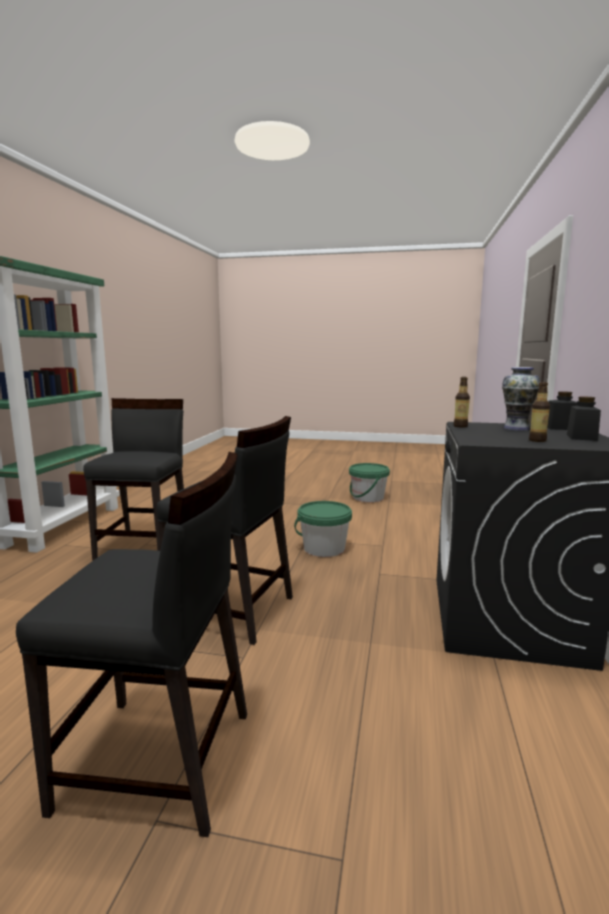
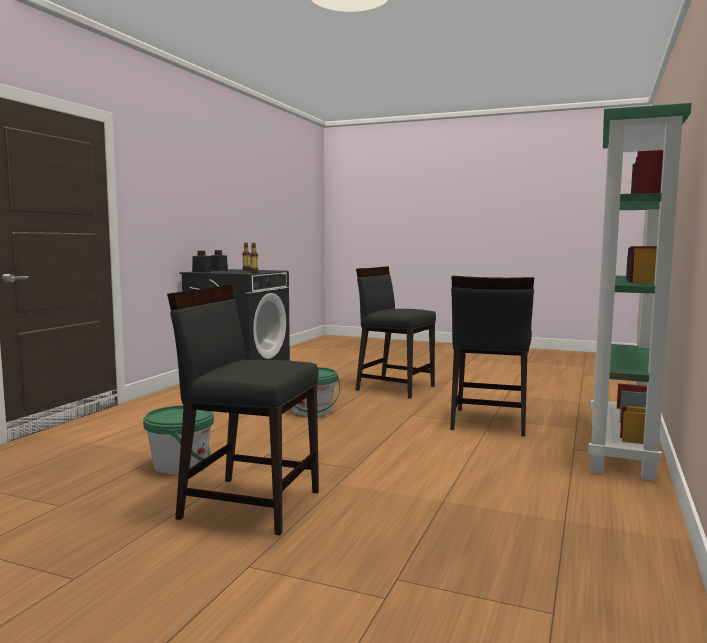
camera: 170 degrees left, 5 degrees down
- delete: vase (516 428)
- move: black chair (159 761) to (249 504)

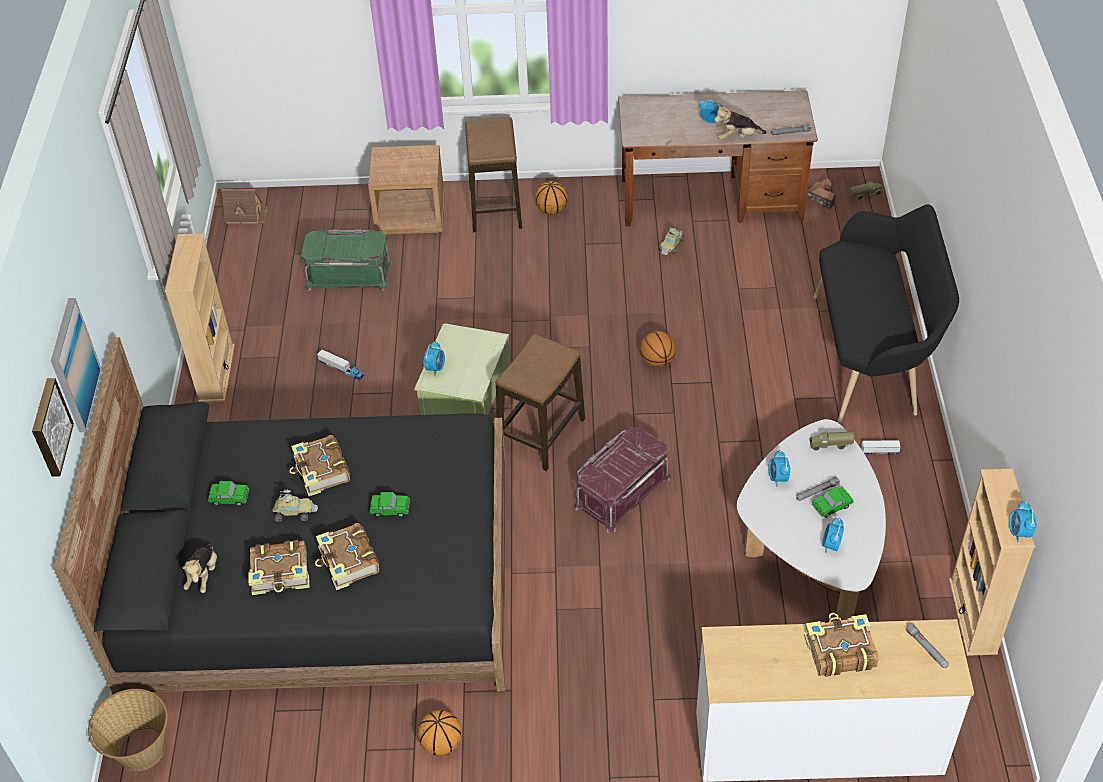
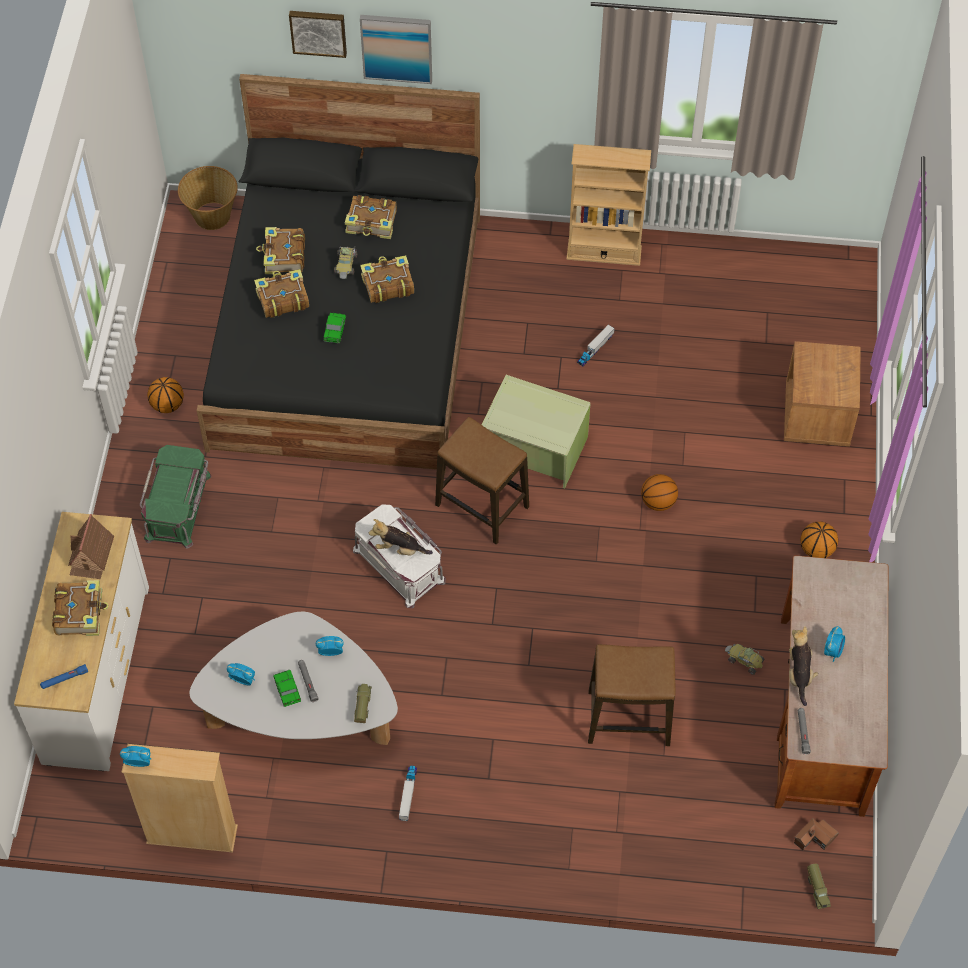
camera: 95 degrees right, 10 degrees up
- delete: alarm clock (435 368)
- delete: black bench (872 356)
- move: plush toy (203 575) to (399 549)
- move: toy house (246 215) to (91 556)
- move: green storage box (349 273) to (179 507)
- move: stool (495 208) to (628 718)
- move: basketball (657 361) to (658 502)
- replace: toy car (229 498) to book (372 223)
- recolor: red storage box (621 491) to white storage box (400 564)
- recolor: grey flashlight (926 649) to blue flashlight (64 679)

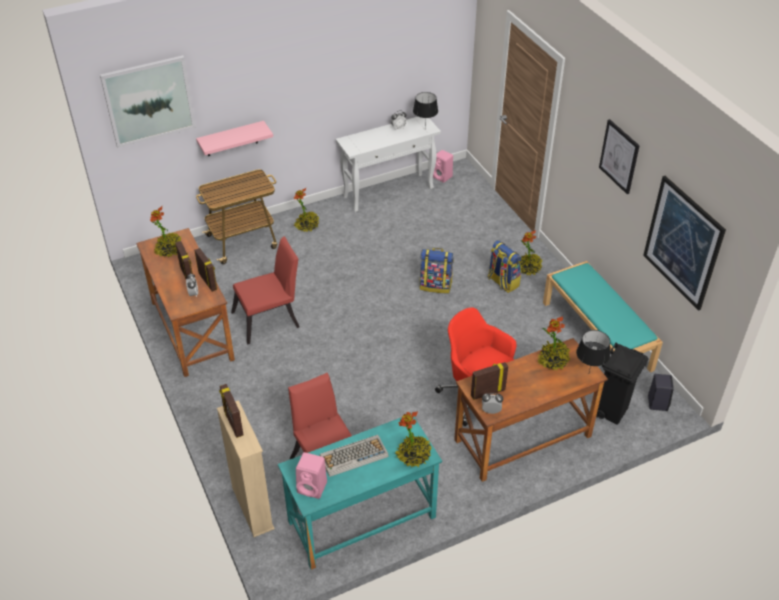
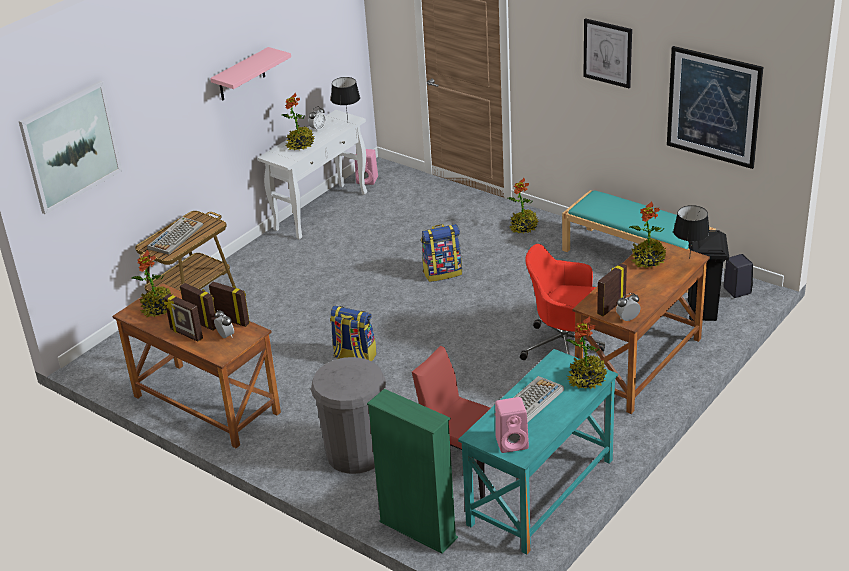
camera: 25 degrees left, 10 degrees down
- delete: red chair (270 319)
- insert: keyboard (175 236)
- insert: grey trash can (356 453)
- move: pink shelf (231 139) to (241 75)
- move: picture frame (233 423) to (186 334)
- move: potted plant (307 226) to (300 145)
- move: backpack (502 282) to (354 357)
- recolor: beige bookcase (252 508) to green bookcase (418 530)

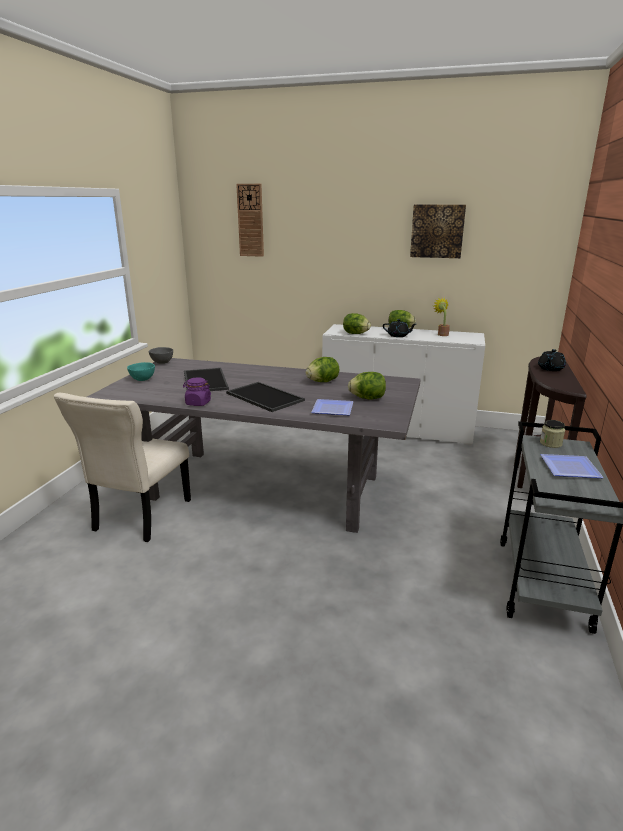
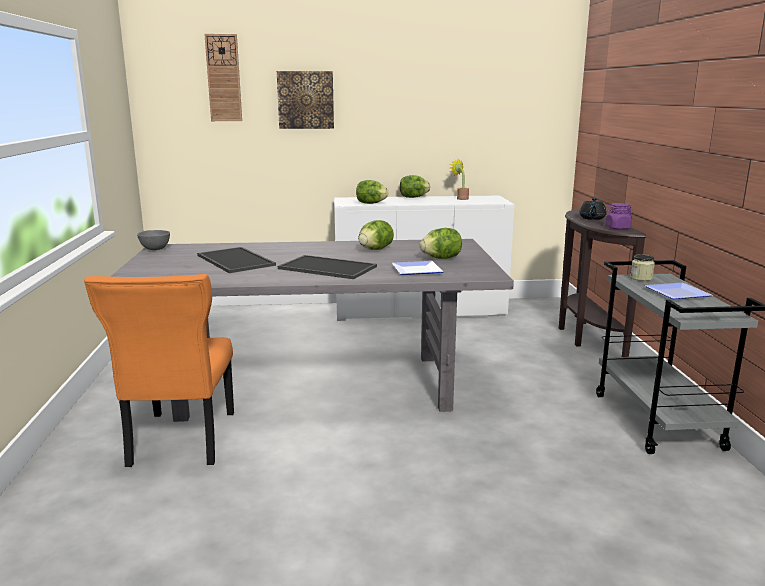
camera: 20 degrees left, 5 degrees down
- delete: turquoise bowl (143 380)
- delete: black teapot (398 335)
- move: purple jar (198 403) to (617 228)
- move: picture (437 231) to (305 100)
- recolor: beige chair (140 517) to orange chair (180 441)

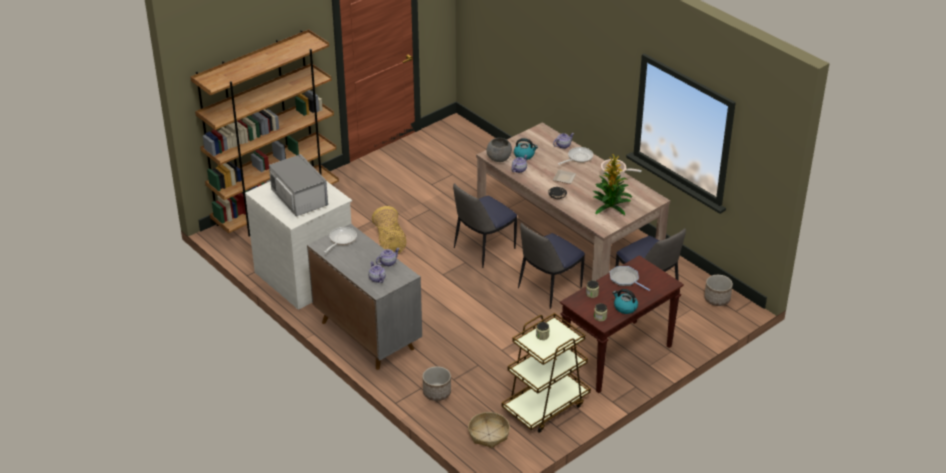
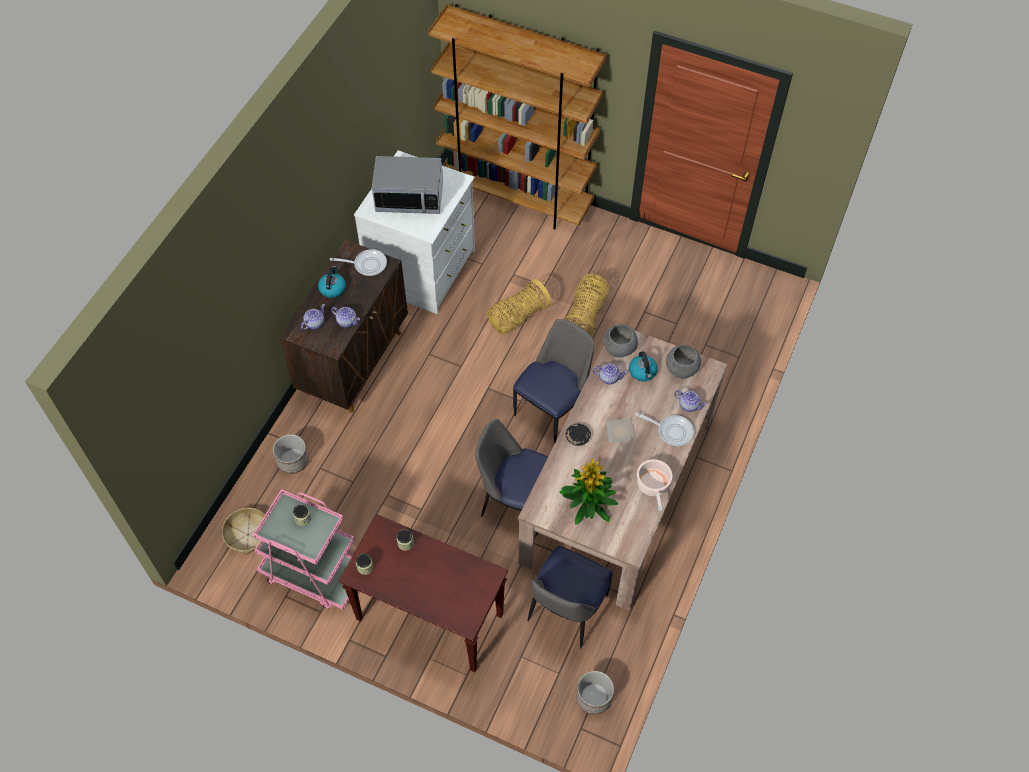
camera: 65 degrees right, 20 degrees up
- delete: frying pan (625 279)
- insert: basket (586 313)
- insert: grey bowl (681 369)
- move: kettle (625 307) to (332 288)
- recolor: grey cabinet (366 335) to brown cabinet (354 362)
- recolor: brown cart (545 406) to pink cart (314 573)
- rotate: microwave (299 199) = (409 198) 60 degrees clockwise
- rotate: chair (483 249) = (553 408) 105 degrees clockwise

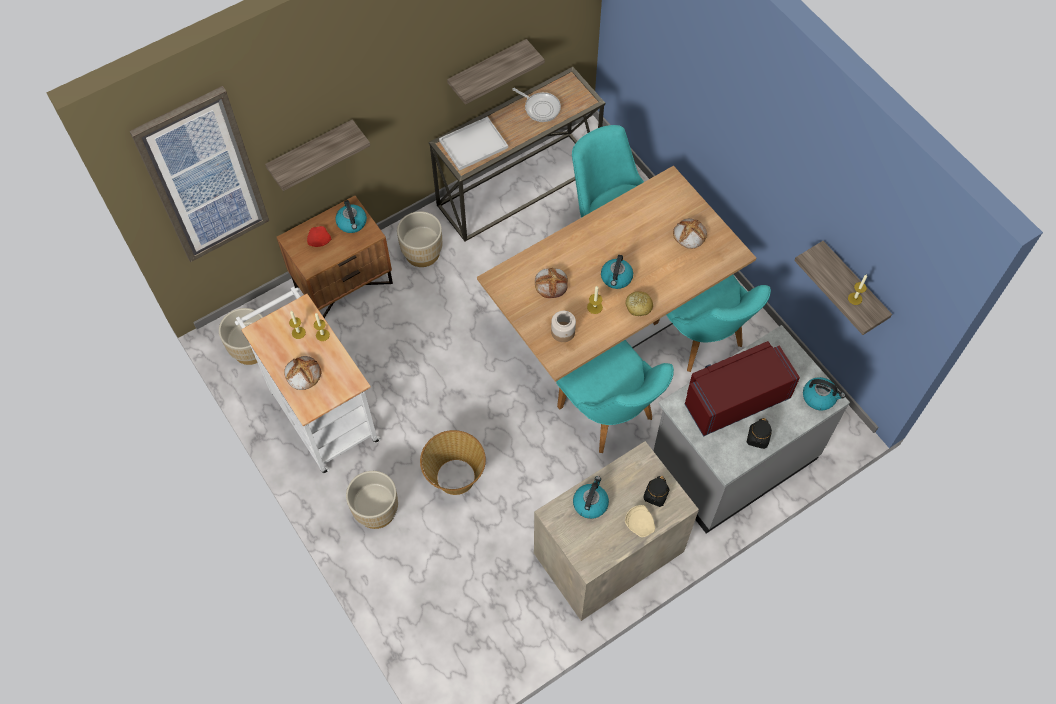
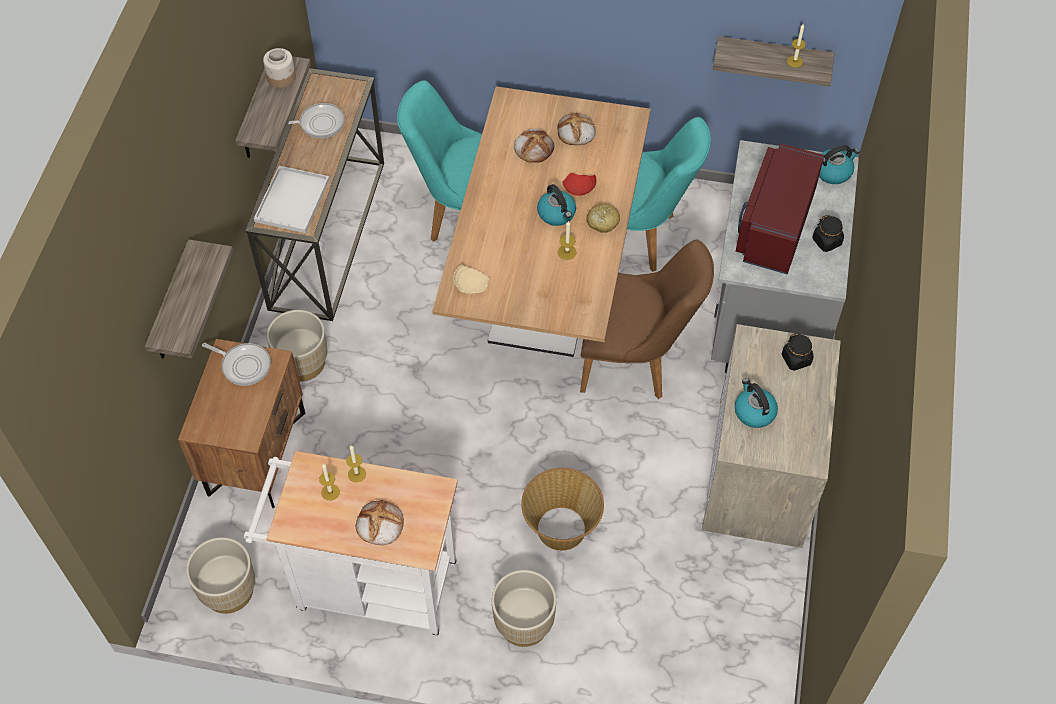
camera: 45 degrees left, 5 degrees down
- delete: picture (203 177)
- move: red plate (319 241) to (579 189)
- move: bread (551 284) to (533 147)
- move: jar (563 332) to (282 77)
- move: beige plate (640 523) to (470 284)
- replace: kettle (352 223) to frying pan (244 365)
- recolor: turquoise chair (612 418) to brown chair (636 361)

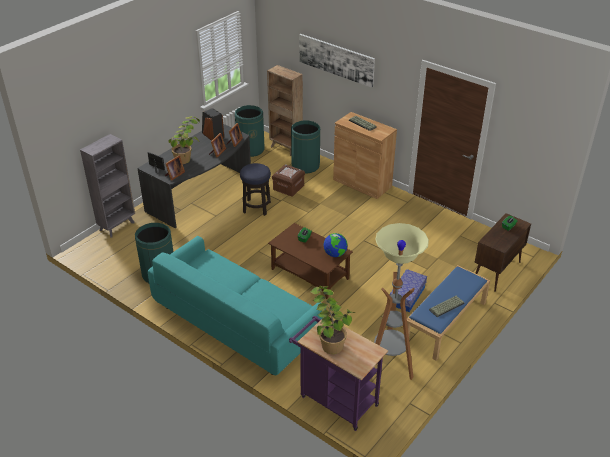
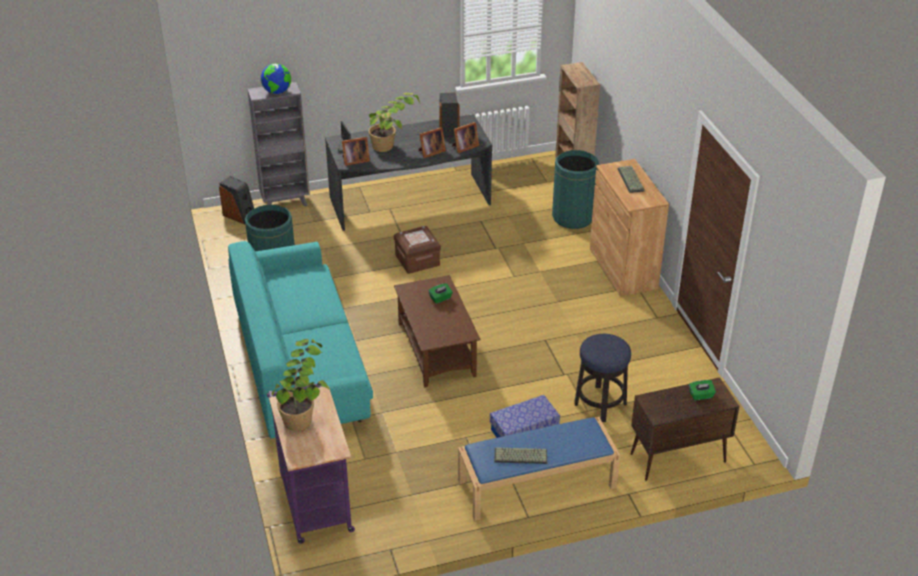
camera: 35 degrees right, 0 degrees up
- delete: green trash can (250 149)
- delete: picture (336 59)
- delete: floor lamp (388 368)
- insert: speaker (240 216)
- move: stool (256 207) to (600 404)
- move: brown storage box (288 187) to (417 260)
- move: globe (335 254) to (277 92)

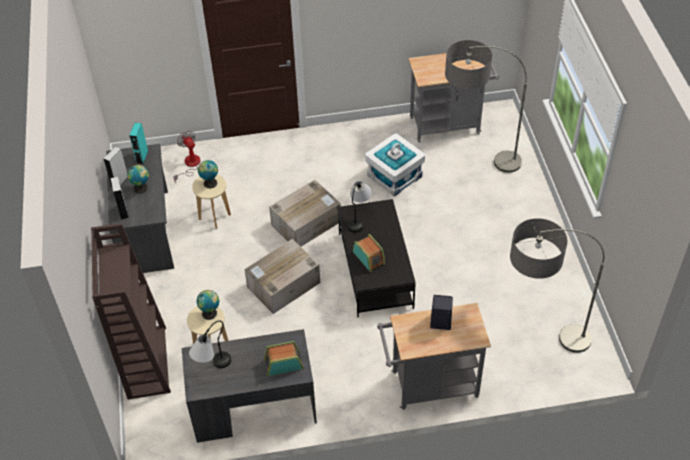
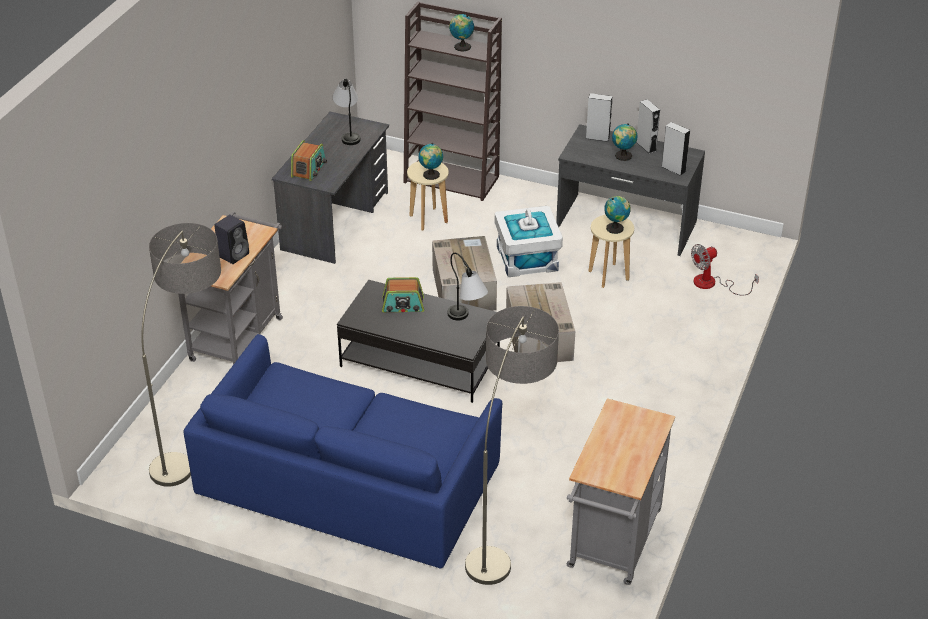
camera: 120 degrees right, 10 degrees down
- insert: blue sofa (347 479)
- insert: globe (461 47)
- move: white storage box (394 176) to (527 258)
- recolor: turquoise speaker (142 157) to grey speaker (673 169)
- rotate: fan (189 165) = (712 284) 150 degrees clockwise

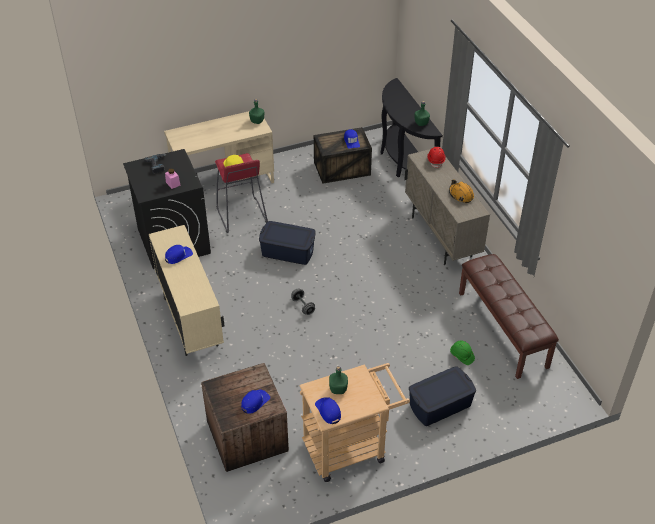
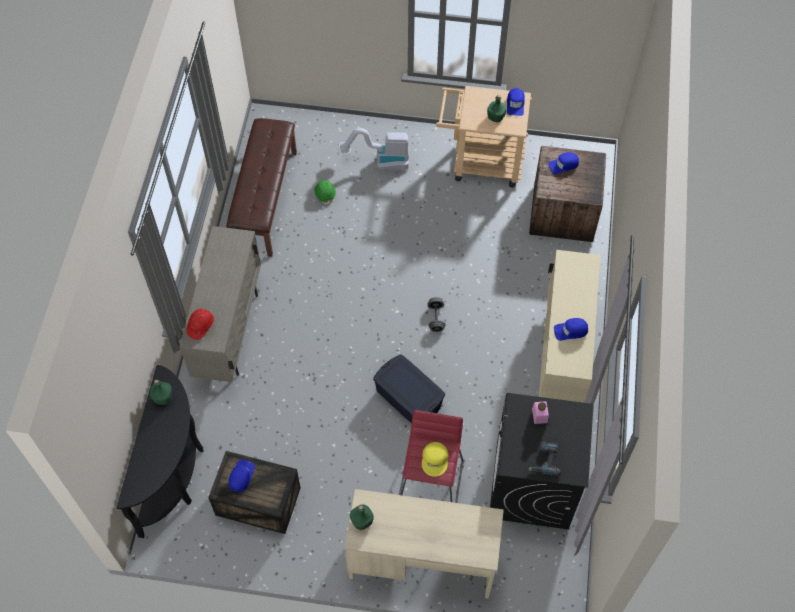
camera: 150 degrees left, 15 degrees up
- delete: orange hard hat (461 195)
- replace: blue storage box (439 404) to vacuum cleaner (380 162)

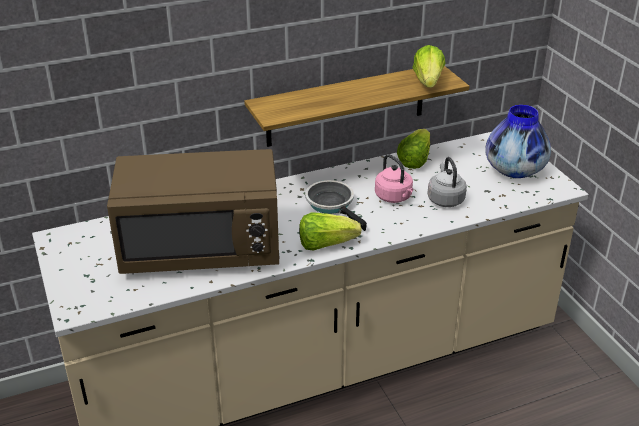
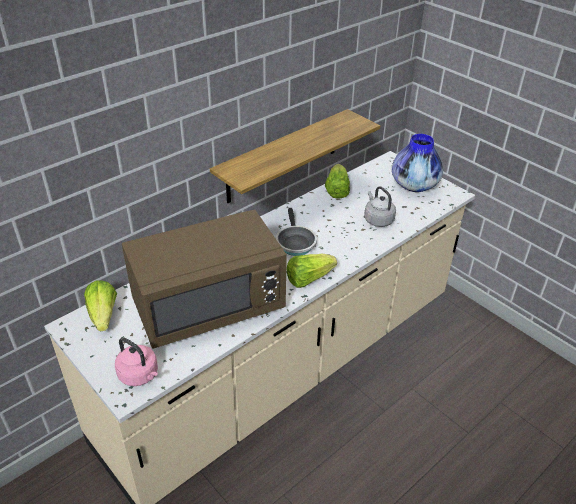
camera: 20 degrees left, 5 degrees up
- move: pink kettle (394 197) to (140 375)
- move: lettuce (428 82) to (103 315)
- rotate: frying pan (332 205) = (295 242) 135 degrees counterclockwise

